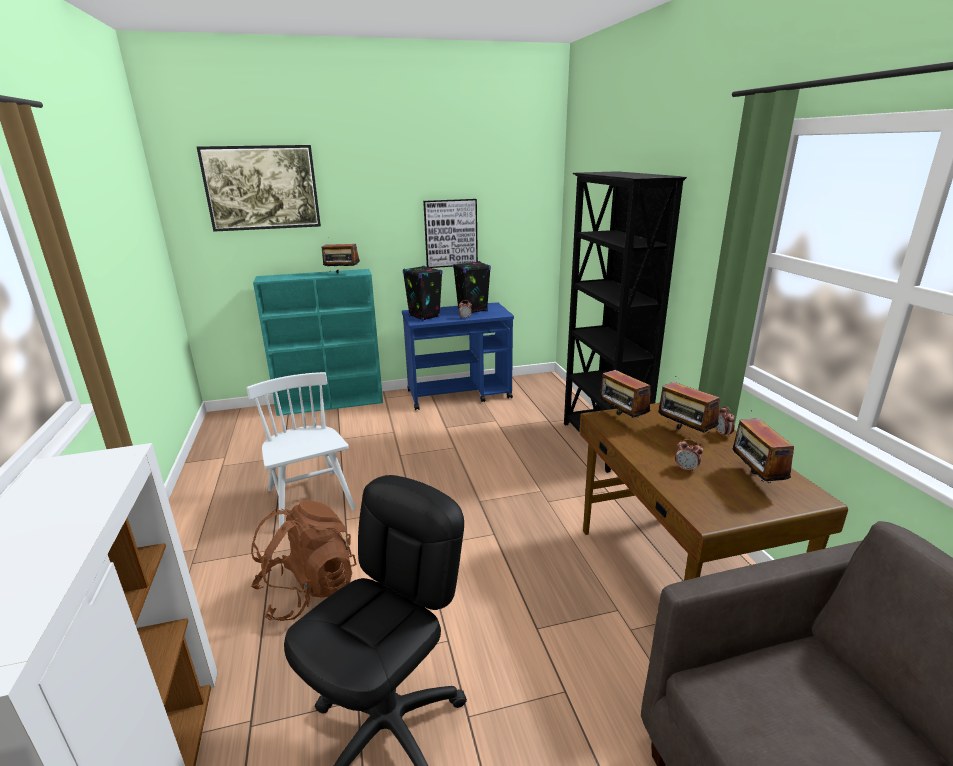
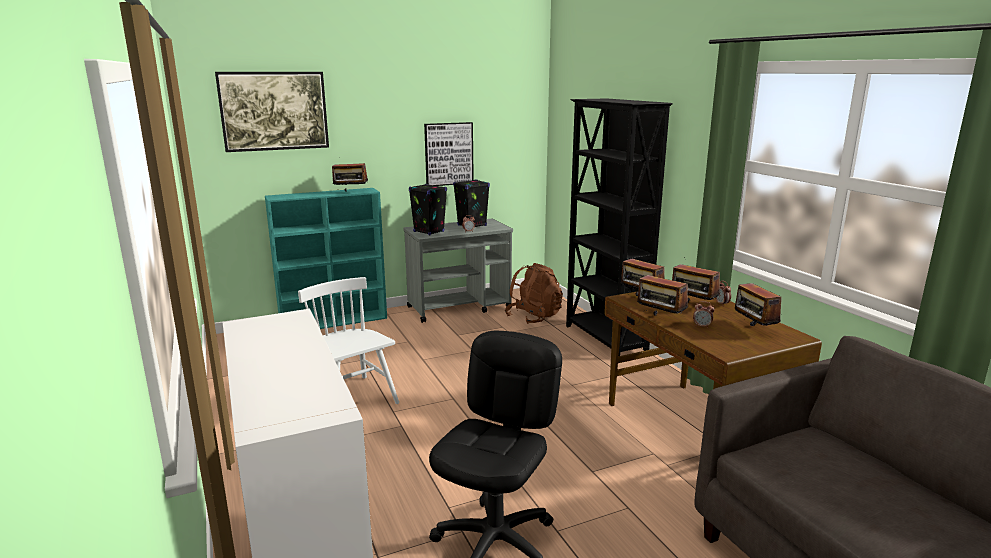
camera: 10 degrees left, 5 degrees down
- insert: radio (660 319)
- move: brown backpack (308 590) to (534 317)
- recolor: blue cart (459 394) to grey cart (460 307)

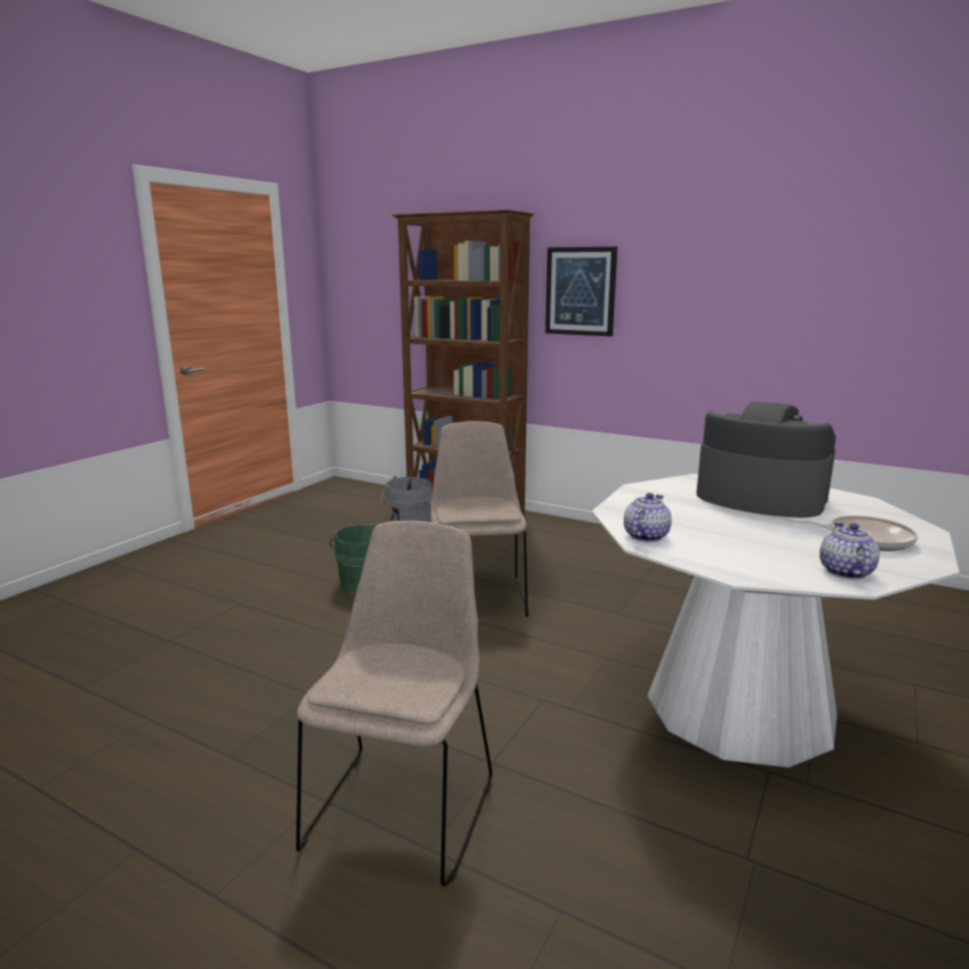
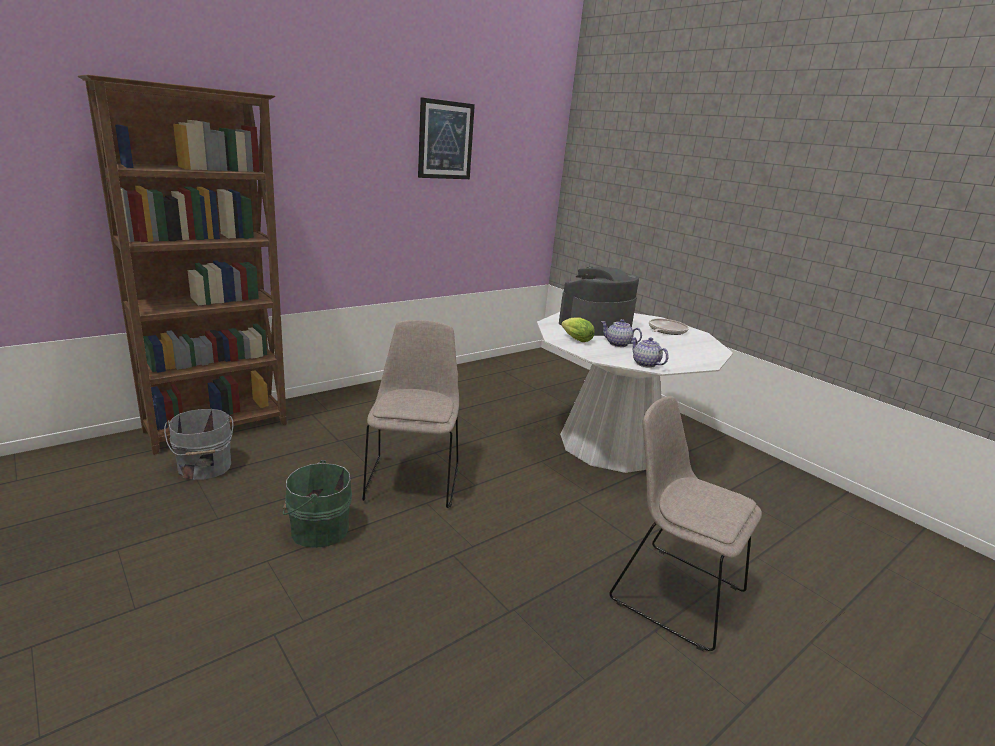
camera: 70 degrees left, 5 degrees up
- insert: lettuce (575 339)
- move: picture (580 291) to (445 140)
- move: teapot (844 572) to (617 344)
- rotate: beige chair (476 597) = (413 480) 75 degrees clockwise

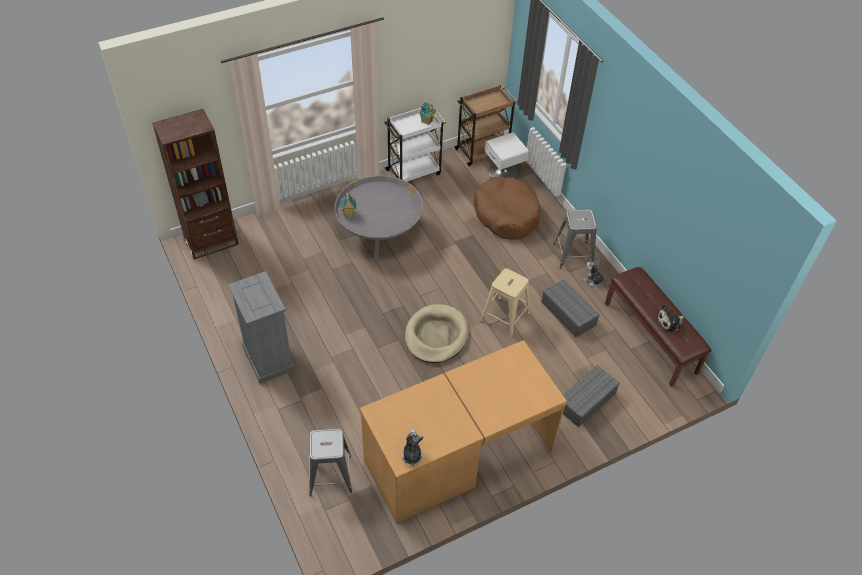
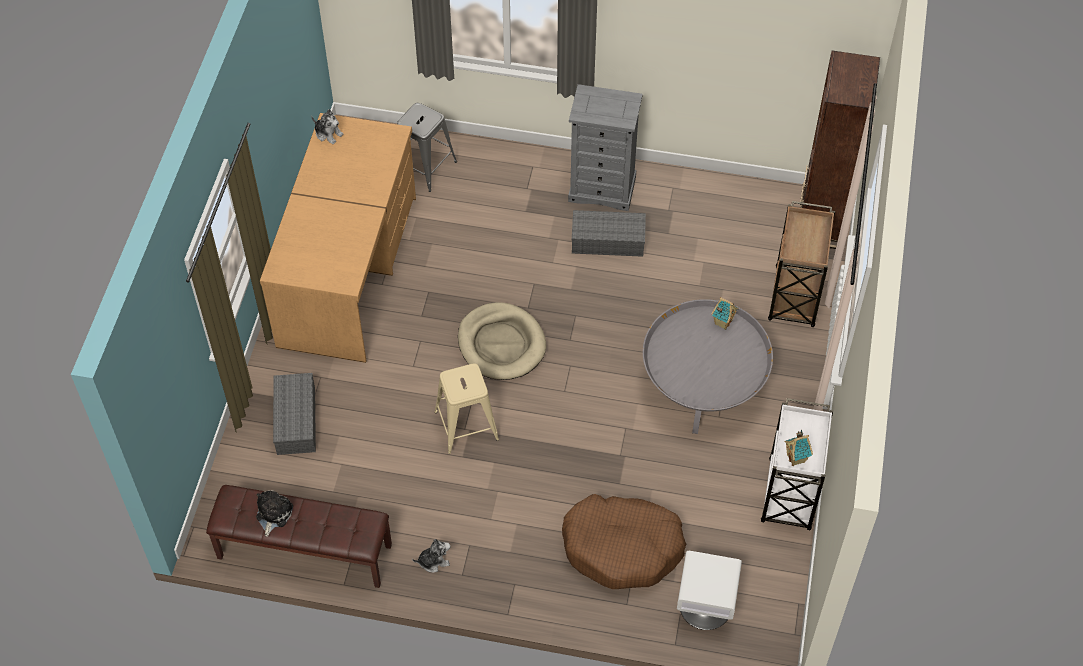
camera: 130 degrees right, 5 degrees up
- delete: grey stool (573 255)
- move: brown cart (482 150) to (794 298)
- move: grey storage box (569 314) to (606 241)

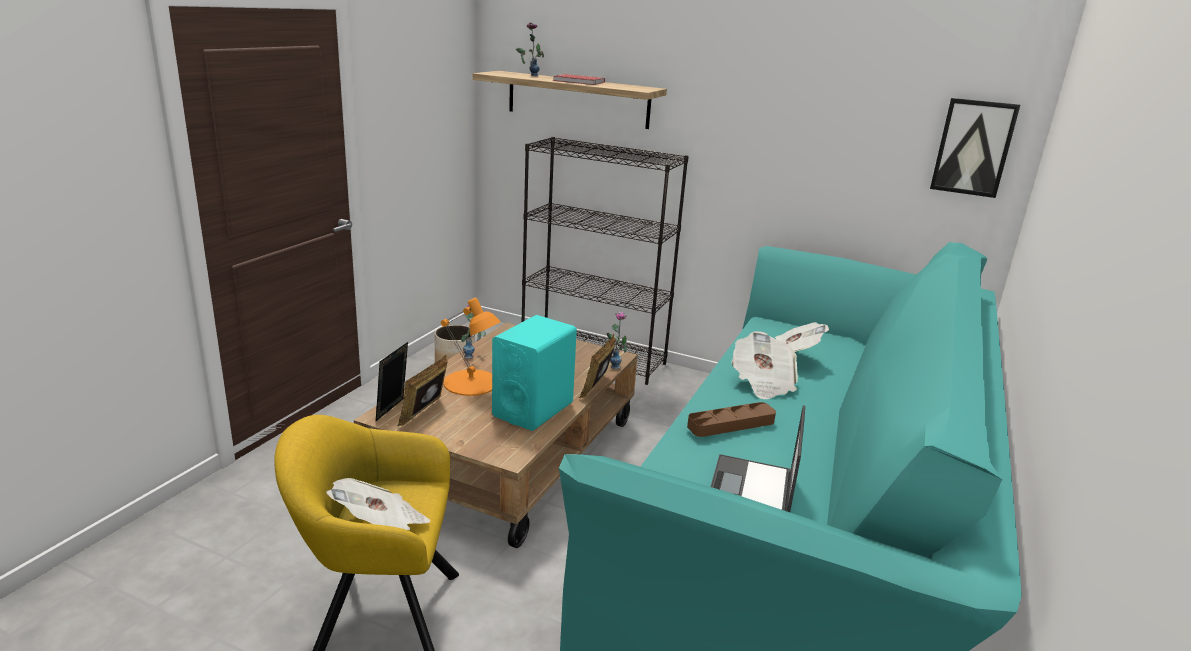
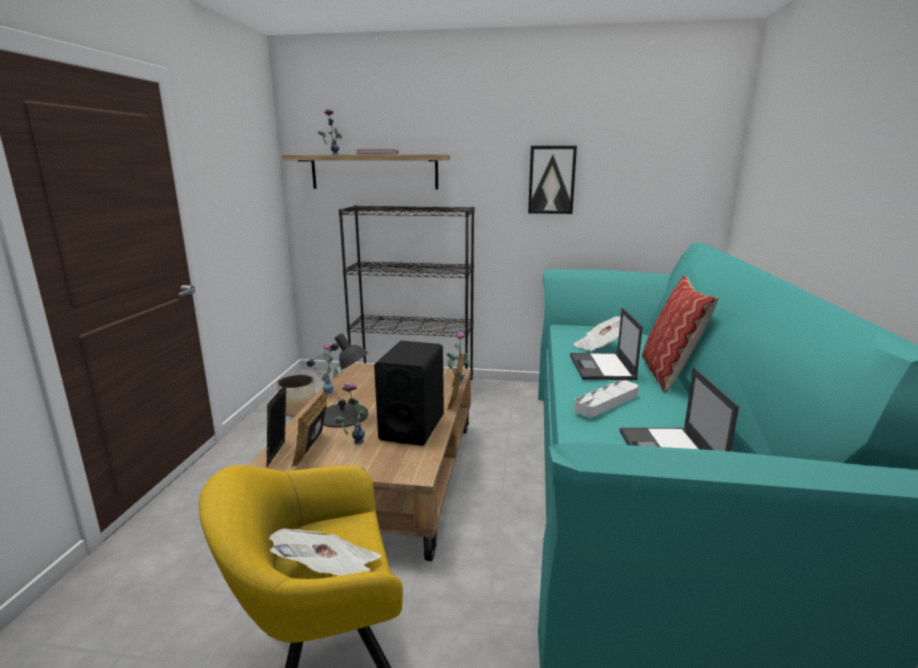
camera: 15 degrees left, 5 degrees down
- insert: vase (351 443)
- insert: pillow (669 374)
- move: picture (973 147) to (551 180)
- replace: newspaper (762 383) to laptop (602 367)
- recolor: orange table lamp (471 383) to black table lamp (343 415)
- recolor: turquoise speaker (533 409) to black speaker (412 427)
- recolor: brown tray (731 424) to grey tray (606 402)

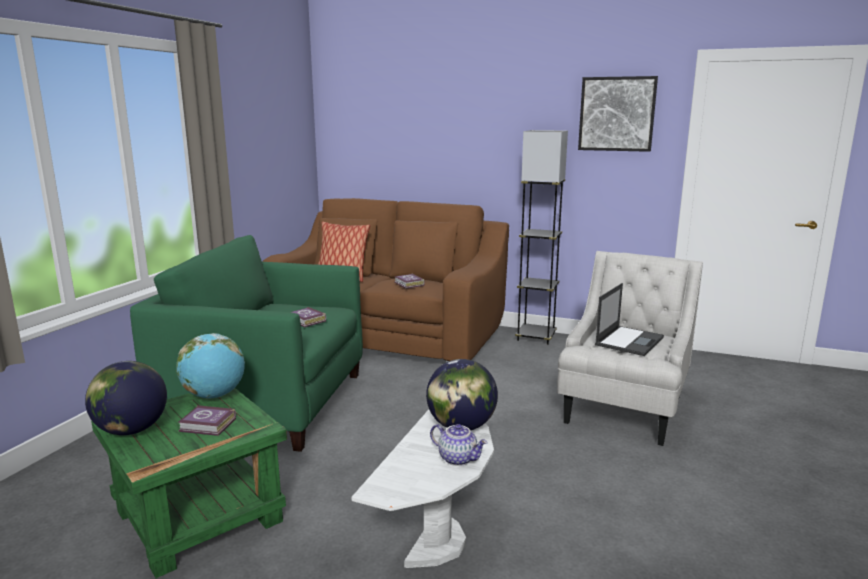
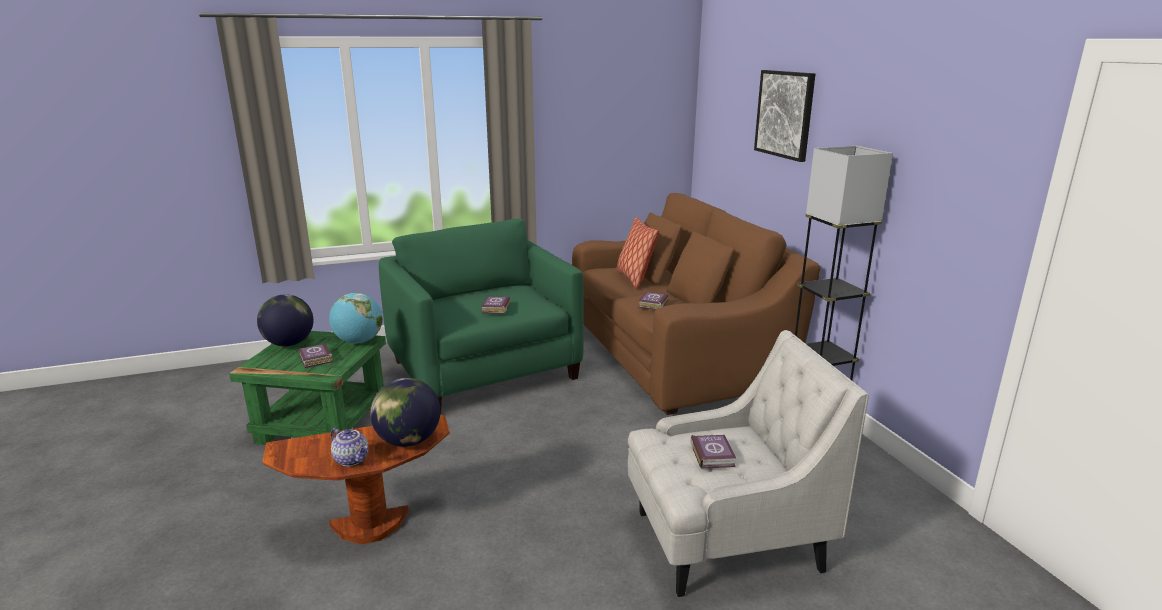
camera: 50 degrees right, 5 degrees up
- move: picture (616 114) to (785 114)
- replace: laptop (629 341) to book (713 454)
- recolor: white side table (436 543) to brown side table (370 526)
- rotate: teapot (458 458) = (352 459) 45 degrees counterclockwise

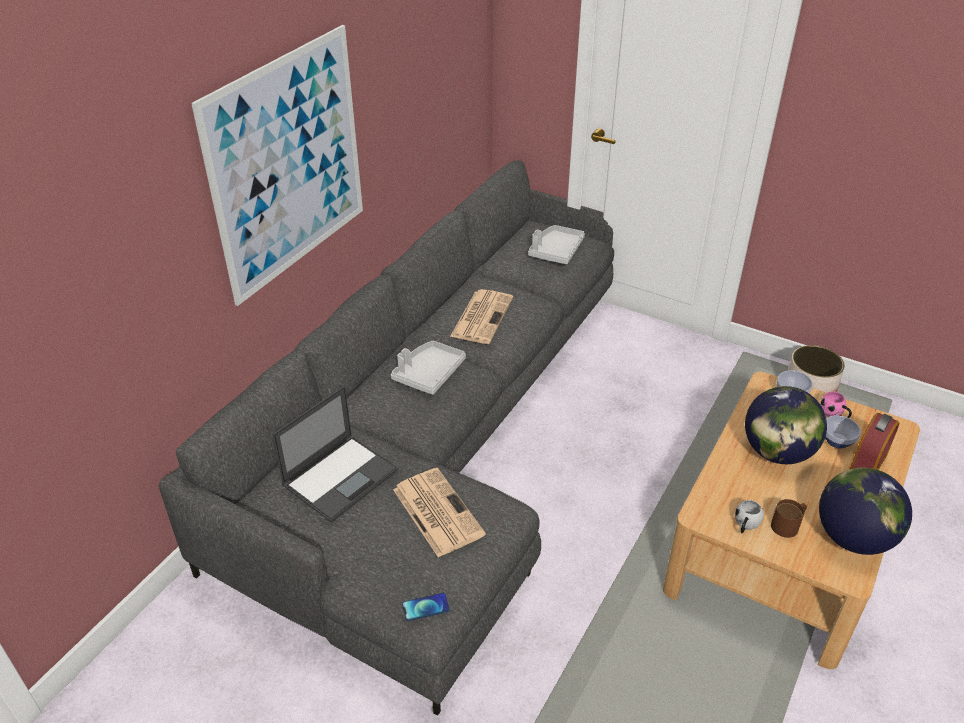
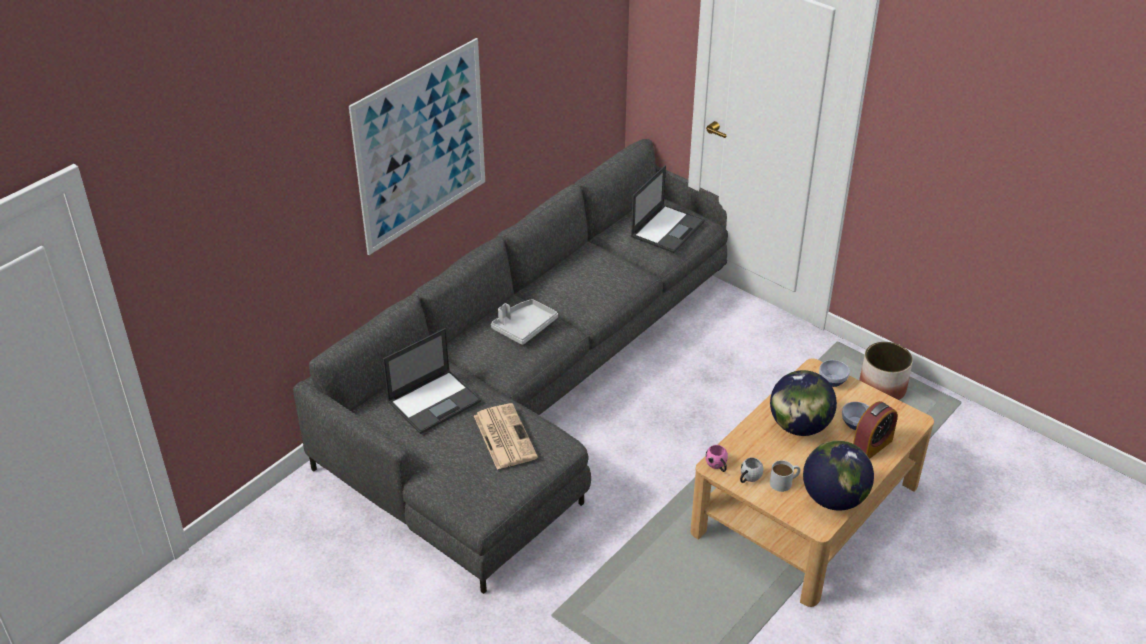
camera: 10 degrees right, 0 degrees up
- delete: phone (425 607)
- delete: newspaper (482 316)
- move: pink mug (834 414) to (717 466)
- replace: grey tray (556 251) to laptop (667 228)
- recolor: brown mug (788 524) to white mug (784 482)

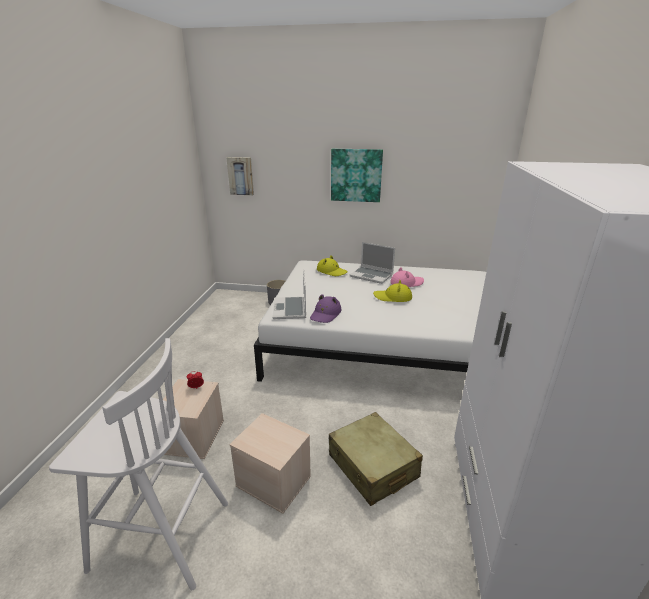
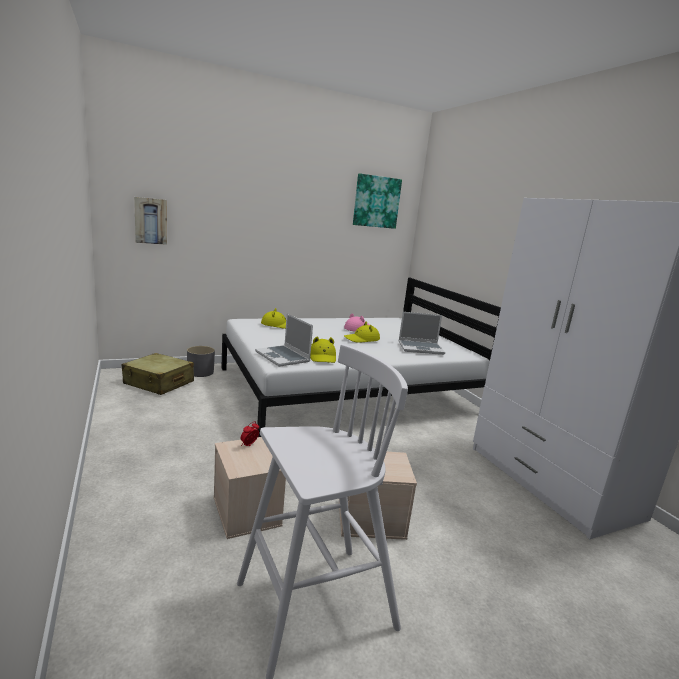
camera: 35 degrees left, 10 degrees down
- move: beige suitcase (372 466) to (159 383)
- move: picture (356 175) to (376 201)
- move: laptop (372 275) to (421 348)
- recolor: purple hat (325 314) to yellow hat (323 357)

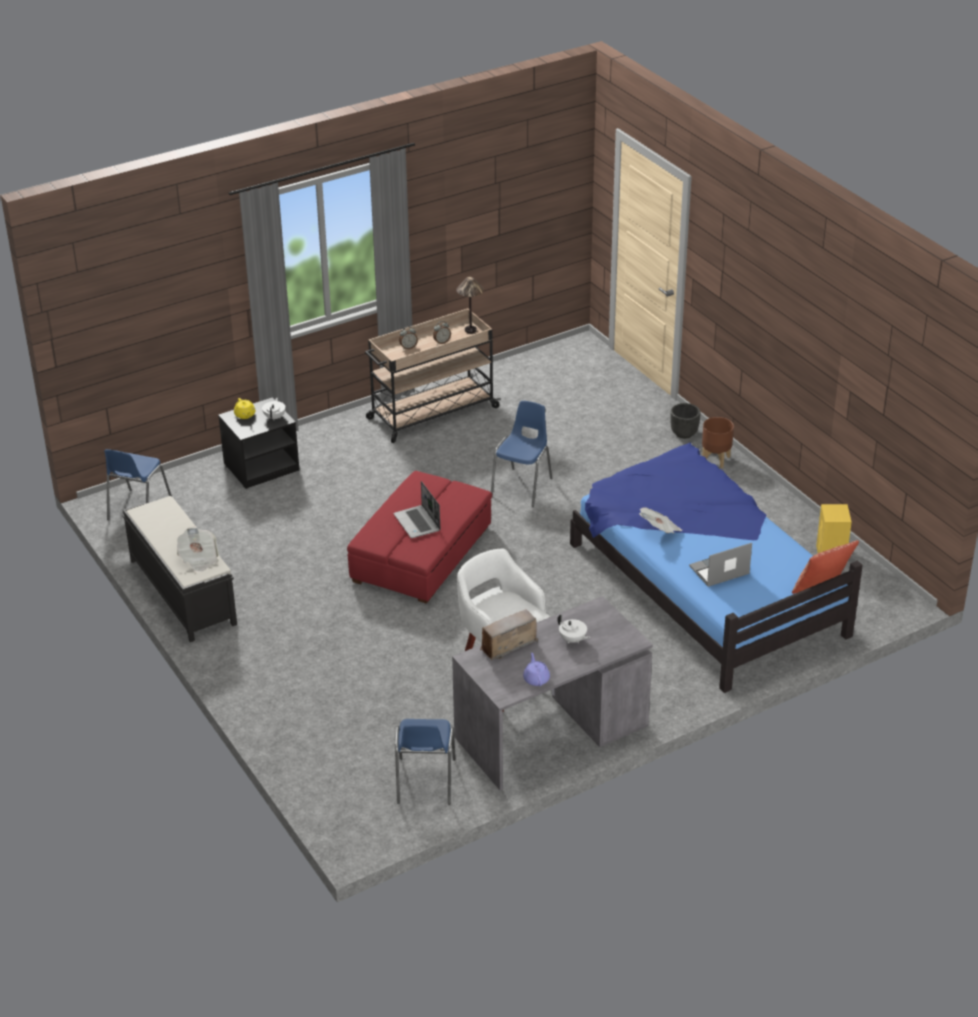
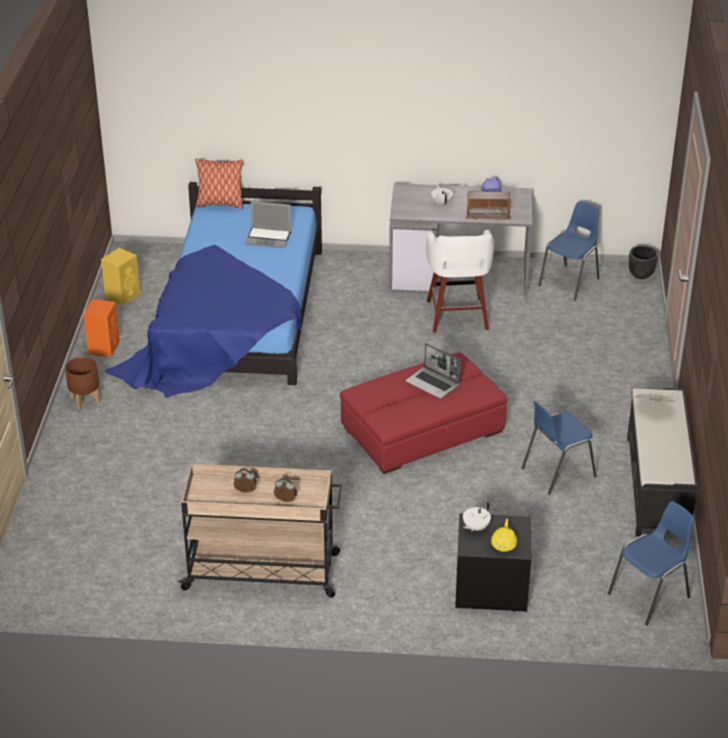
camera: 145 degrees left, 0 degrees up
- delete: table lamp (470 330)
- delete: newspaper (660 530)
- insert: orange speaker (104 347)
- move: blue chair (522 487) to (557 472)
- move: black planter (684 433) to (640 274)
- rotate: laptop (418 523) = (433 384) 120 degrees clockwise

